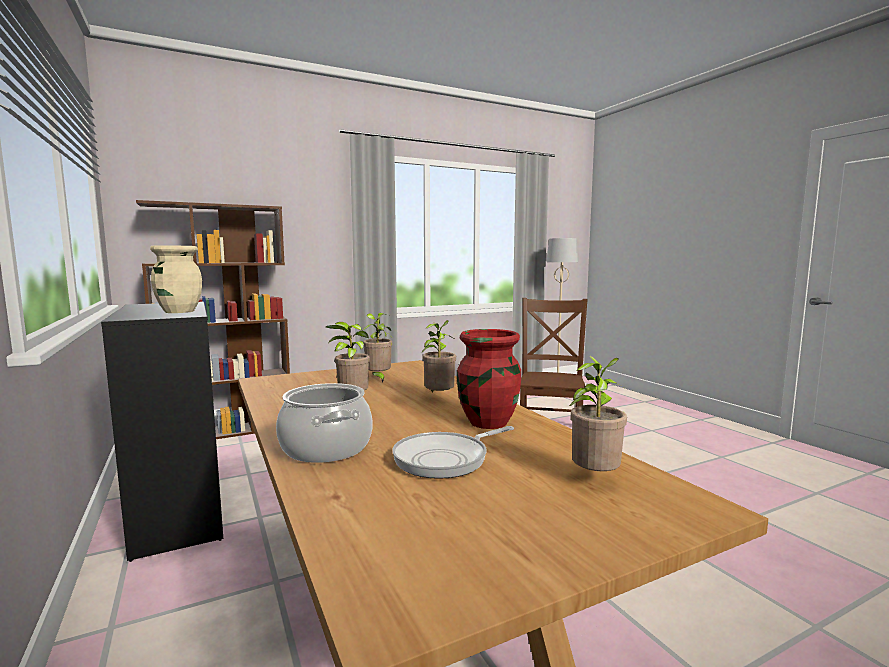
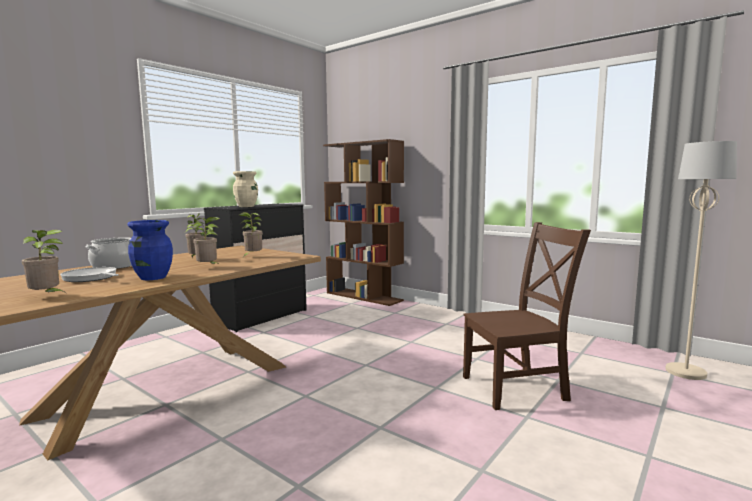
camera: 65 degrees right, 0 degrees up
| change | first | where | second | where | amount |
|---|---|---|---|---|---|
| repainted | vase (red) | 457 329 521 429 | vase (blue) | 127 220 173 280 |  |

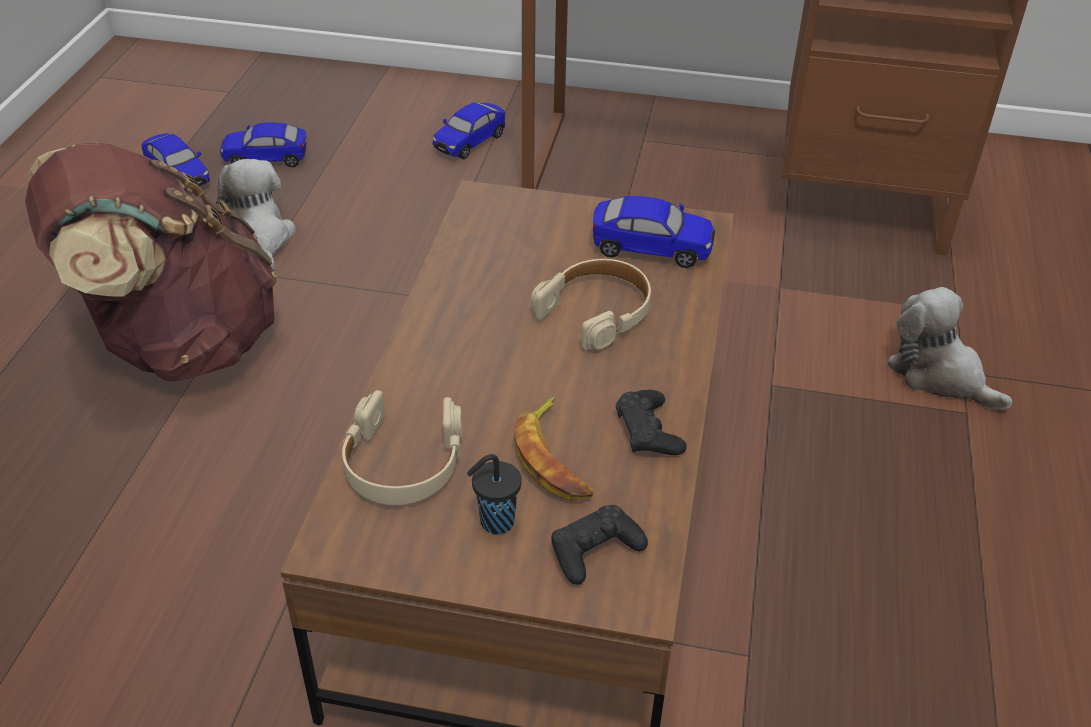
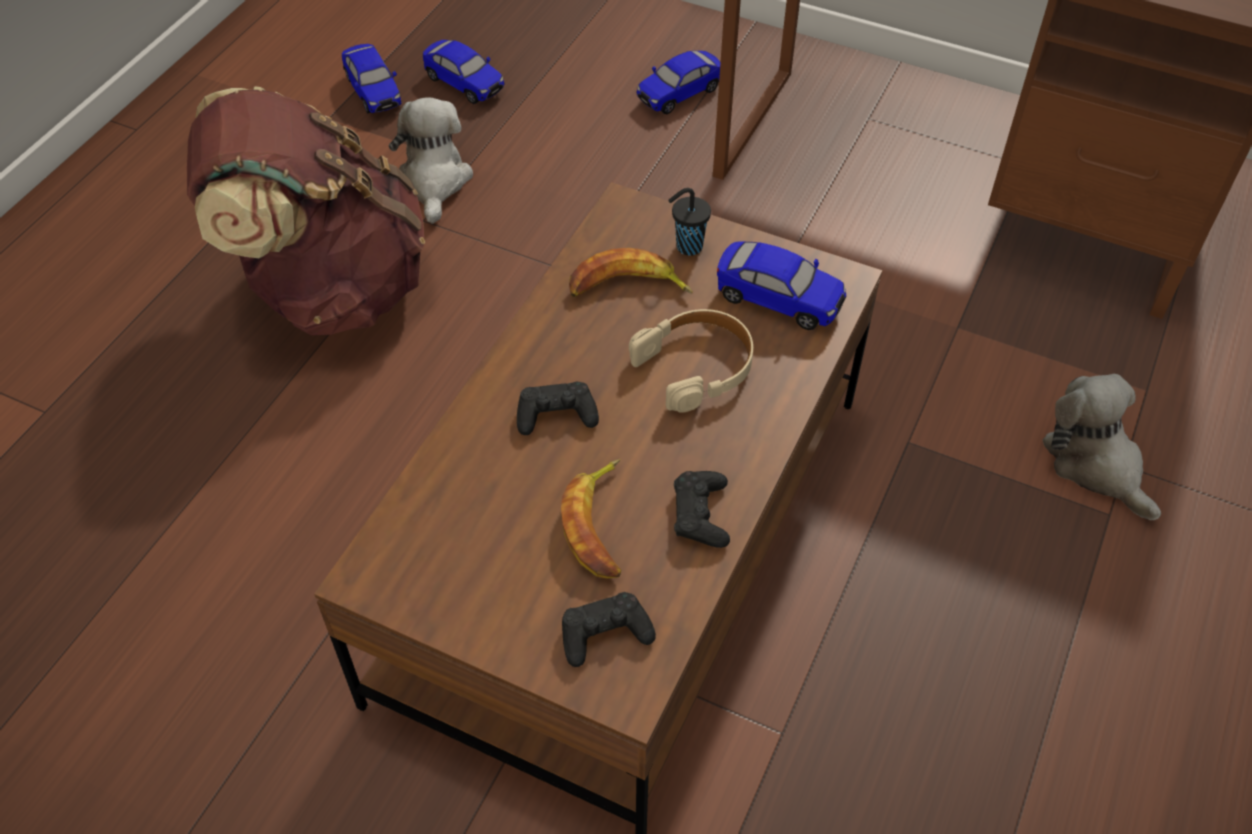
camera: 15 degrees right, 10 degrees up
| change | first | where | second | where | amount |
|---|---|---|---|---|---|
| rotated | toy car | 220 122 307 167 |  | 423 40 504 104 | 150 degrees counterclockwise |
| gone | headphones (beige) | 342 390 461 505 |  |  |  |
| shifted | cup (black) | 467 454 522 534 |  | 668 188 711 255 |  |
| new |  |  | game controller (black) | 517 382 599 435 |  |
| new |  |  | banana | 569 248 693 297 |  |

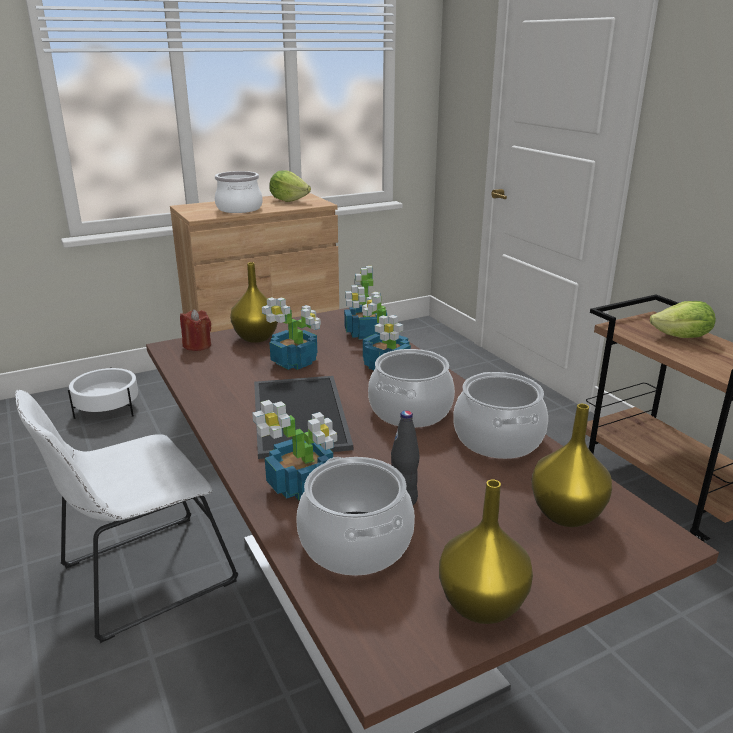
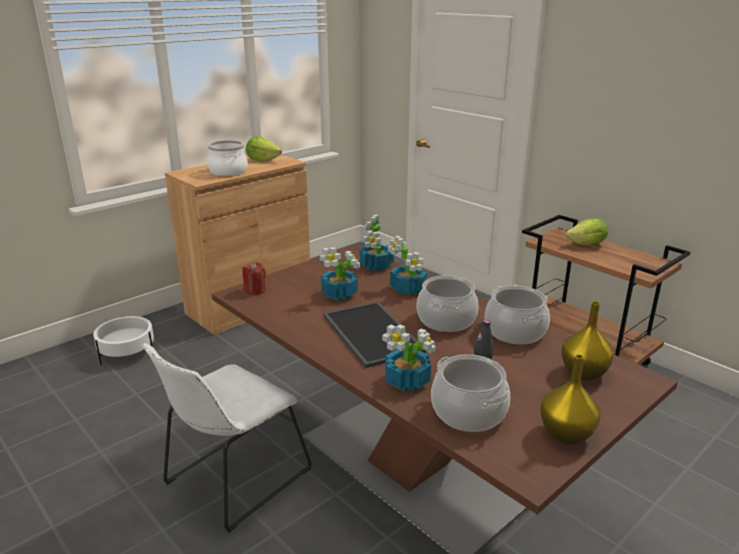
camera: 15 degrees left, 0 degrees up
| change | first | where | second | where | amount |
|---|---|---|---|---|---|
| gone | vase (yellow) | 230 262 278 343 |  |  |  |

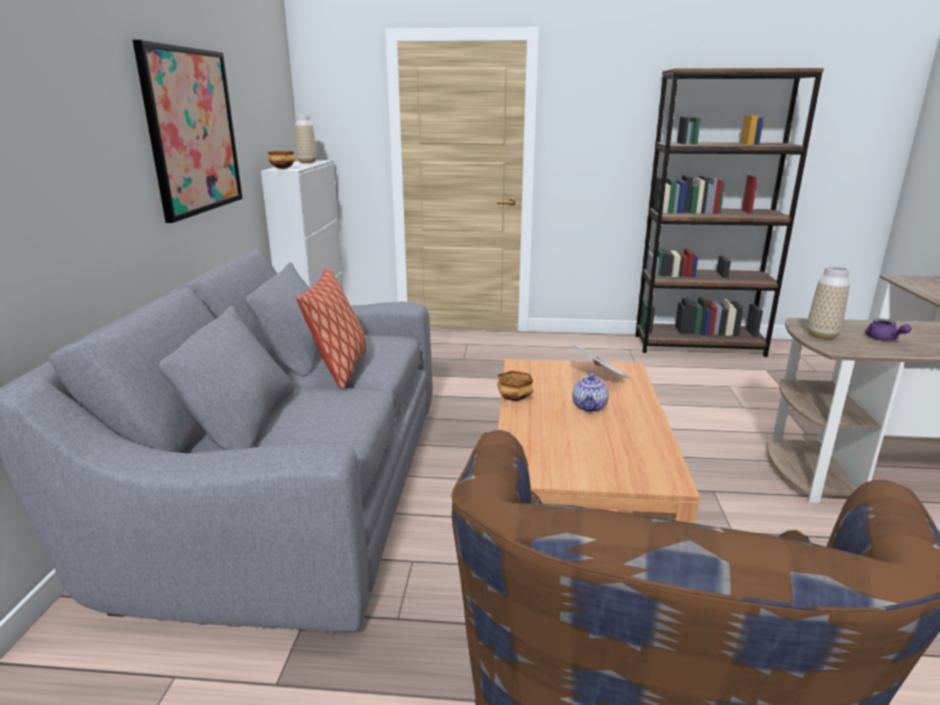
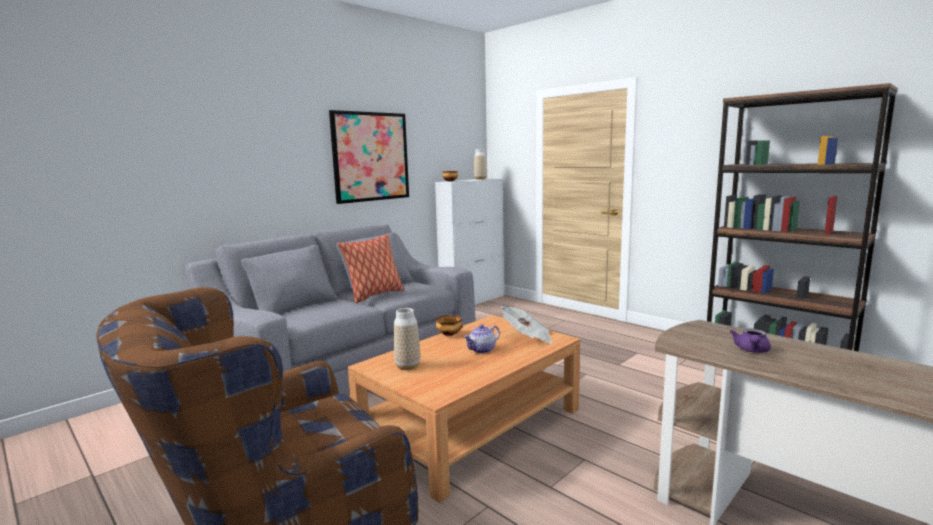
camera: 40 degrees right, 10 degrees down
| change | first | where | second | where | amount |
|---|---|---|---|---|---|
| shifted | vase | 807 266 850 339 |  | 394 308 420 370 |  |

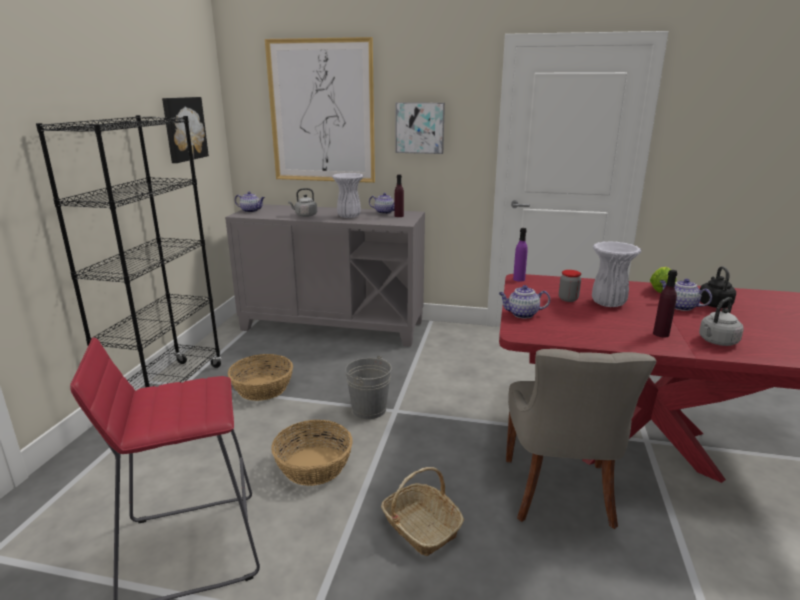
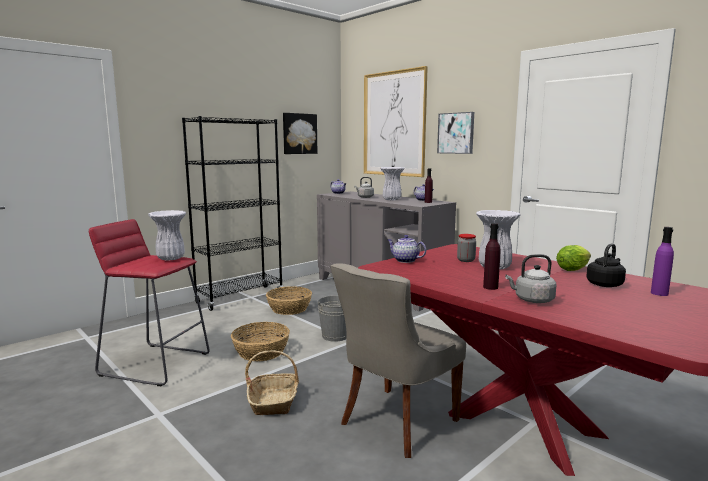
camera: 35 degrees right, 10 degrees down
| change | first | where | second | where | amount |
|---|---|---|---|---|---|
| shifted | bottle (purple) | 513 228 528 282 |  | 651 227 674 296 |  |
| gone | teapot | 660 279 712 311 |  |  |  |
| new |  |  | vase (white) | 148 210 186 261 |  |

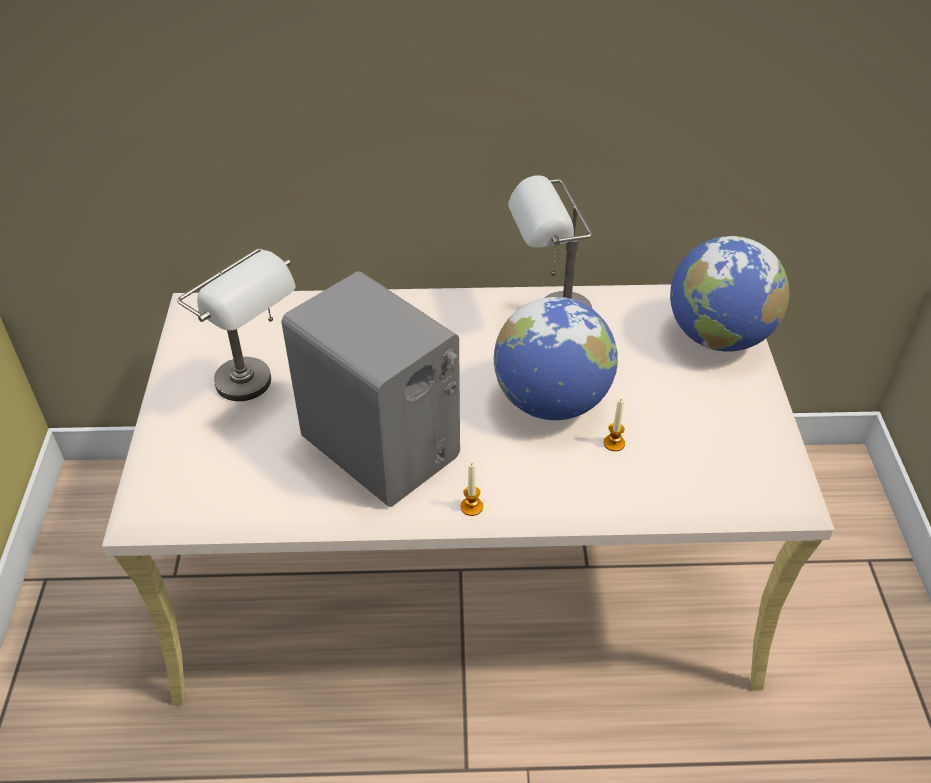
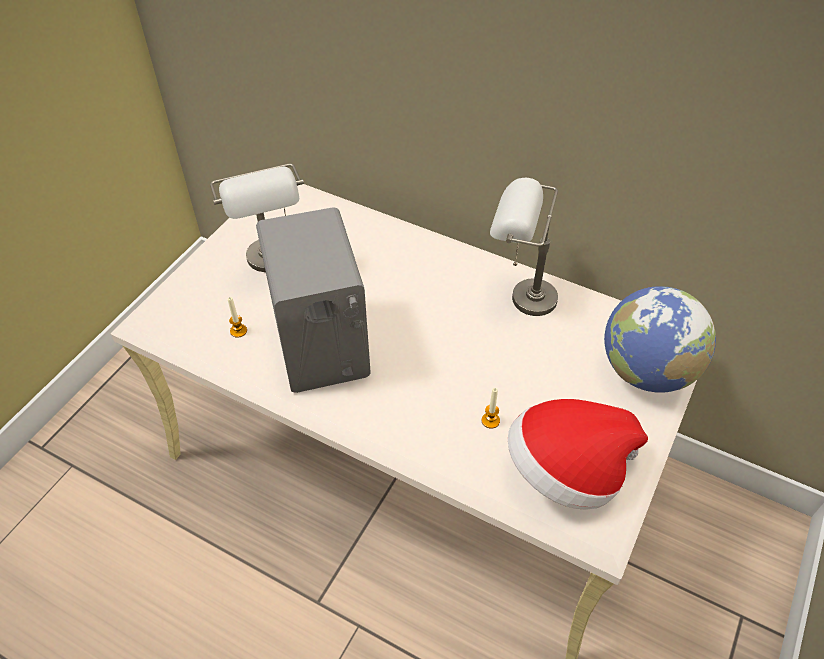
camera: 30 degrees right, 5 degrees up
| change | first | where | second | where | amount |
|---|---|---|---|---|---|
| shifted | candle | 460 462 483 516 |  | 228 297 247 338 |  |
| gone | globe | 494 297 618 420 |  |  |  |
| new |  |  | hat | 508 399 648 510 |  |

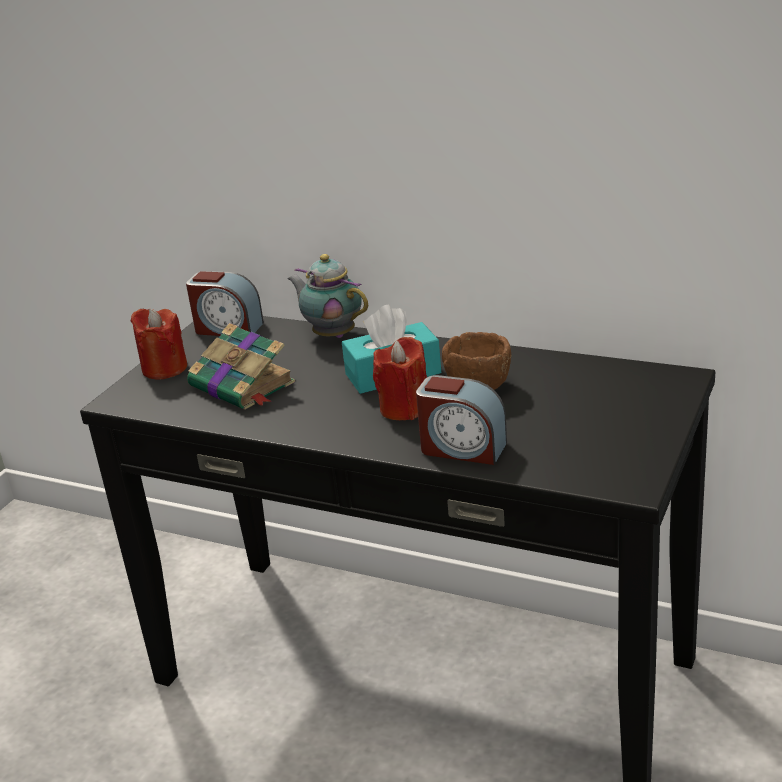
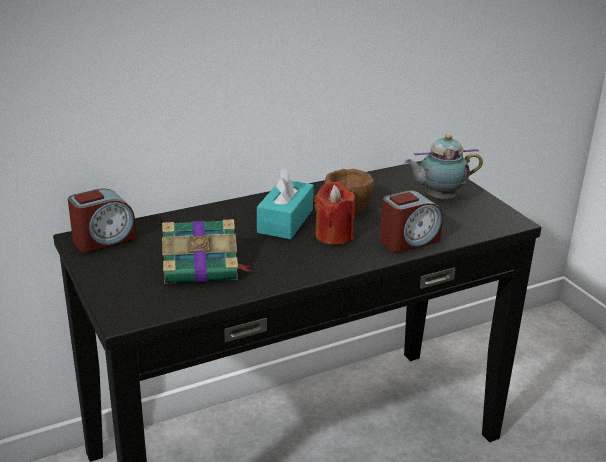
camera: 55 degrees left, 0 degrees up
| change | first | where | second | where | amount |
|---|---|---|---|---|---|
| gone | candle (red) | 131 309 187 379 |  |  |  |
| shifted | teapot | 287 254 368 338 |  | 404 134 483 199 |  |

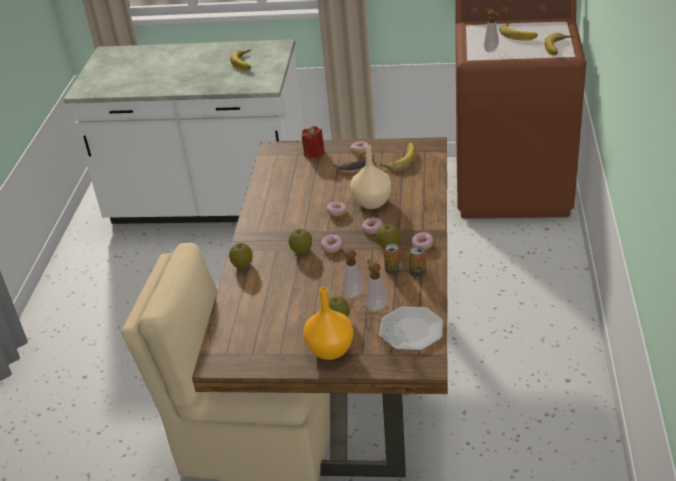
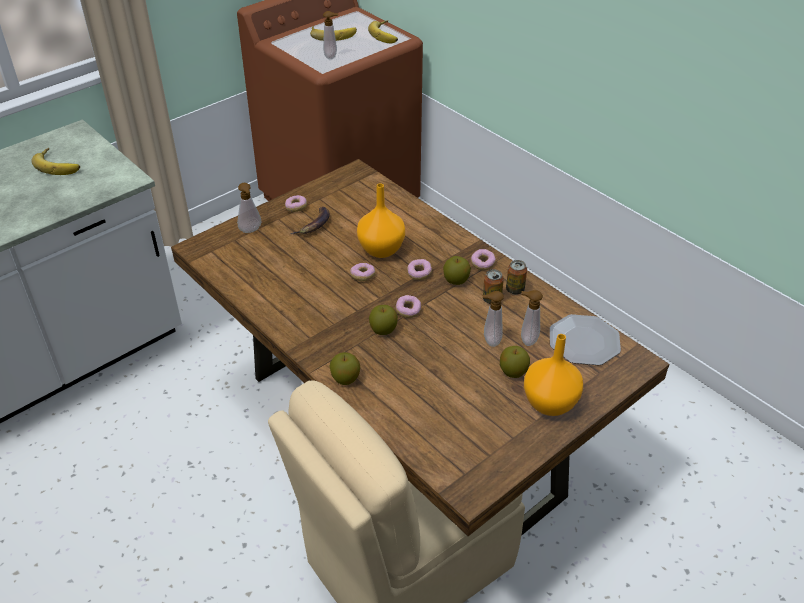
camera: 50 degrees left, 5 degrees up
| change | first | where | second | where | amount |
|---|---|---|---|---|---|
| swapped | candle (red) | 302 126 325 158 | soap dispenser | 237 183 261 233 |  |
| repainted | vase (beige) | 350 145 391 209 | vase (orange) | 357 183 405 258 |  |
| gone | banana | 380 143 416 171 |  |  |  |

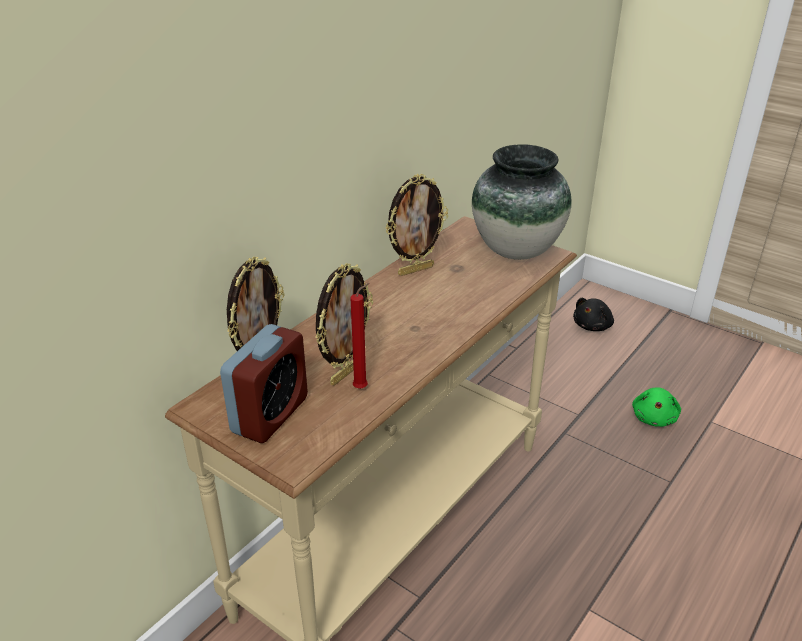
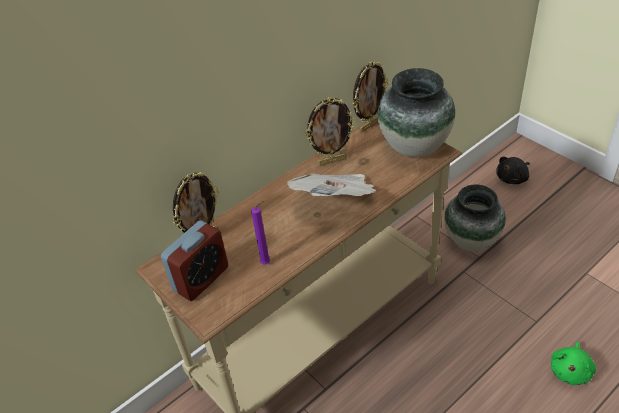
camera: 15 degrees right, 10 degrees up
| change | first | where | second | where | amount |
|---|---|---|---|---|---|
| shifted | picture frame | 315 263 373 386 |  | 352 61 388 132 |  |
| repainted | candle (red) | 350 283 369 389 | candle (purple) | 251 201 270 264 |  |
| shifted | plush toy (green) | 632 387 681 427 |  | 551 341 596 385 |  |
| new |  |  | newspaper | 287 173 377 196 |  |
| new |  |  | vase | 444 184 506 252 |  |

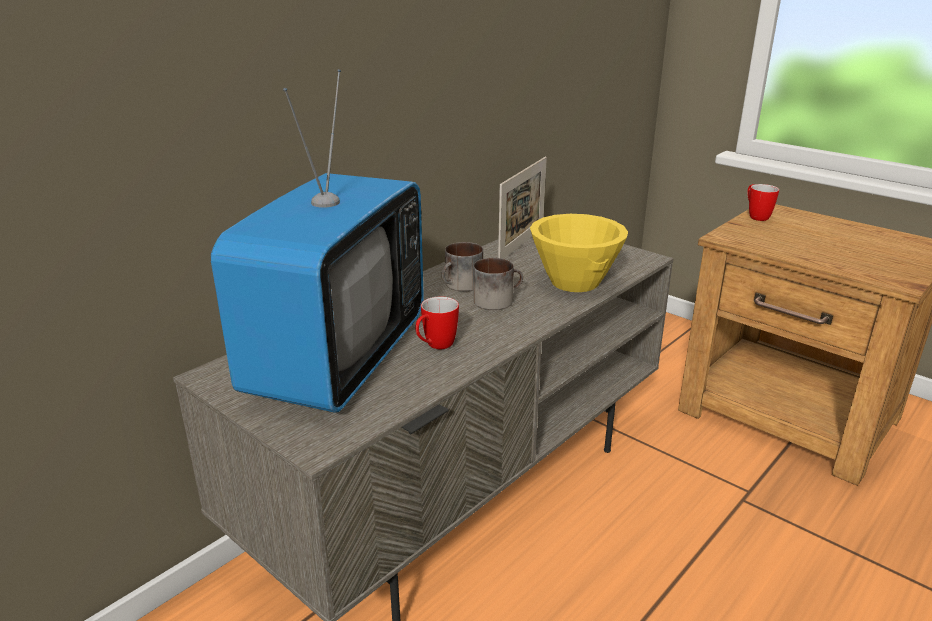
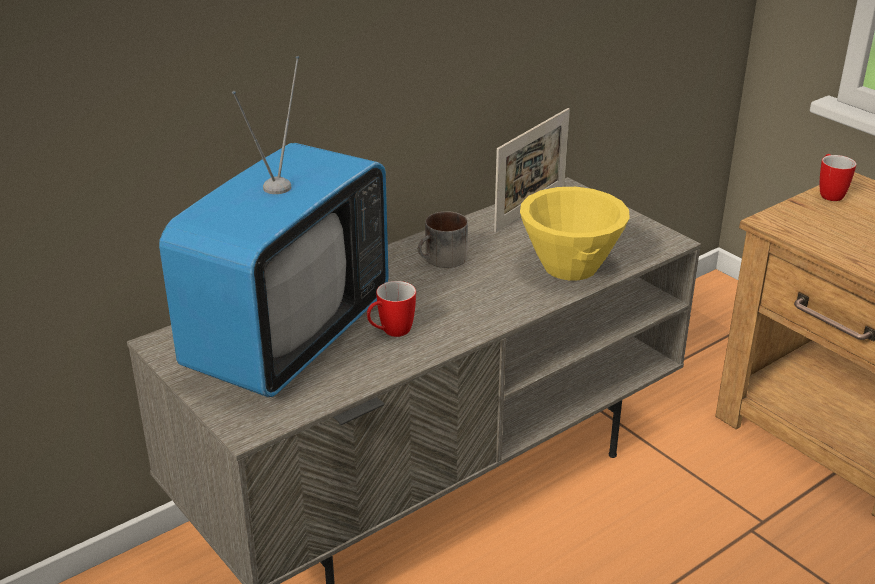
camera: 10 degrees right, 5 degrees up
| change | first | where | second | where | amount |
|---|---|---|---|---|---|
| gone | mug | 473 258 523 310 |  |  |  |

